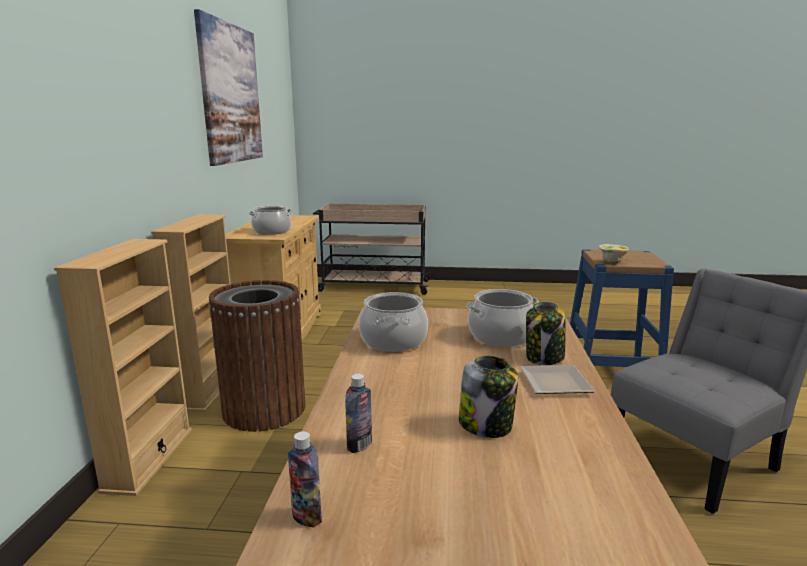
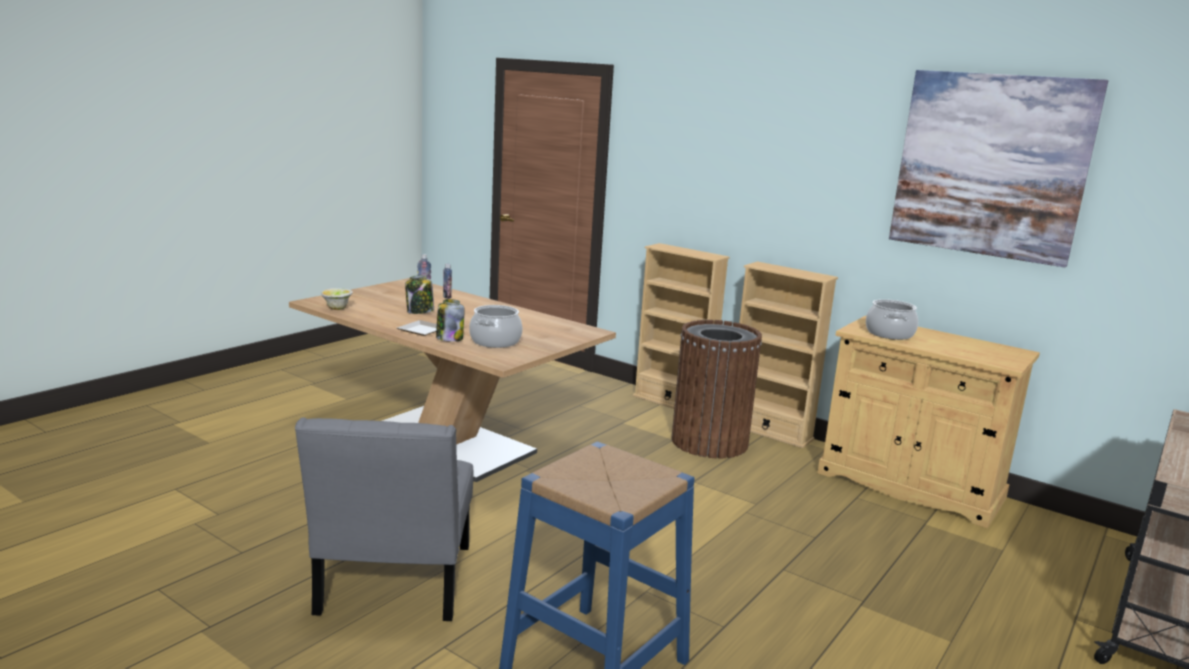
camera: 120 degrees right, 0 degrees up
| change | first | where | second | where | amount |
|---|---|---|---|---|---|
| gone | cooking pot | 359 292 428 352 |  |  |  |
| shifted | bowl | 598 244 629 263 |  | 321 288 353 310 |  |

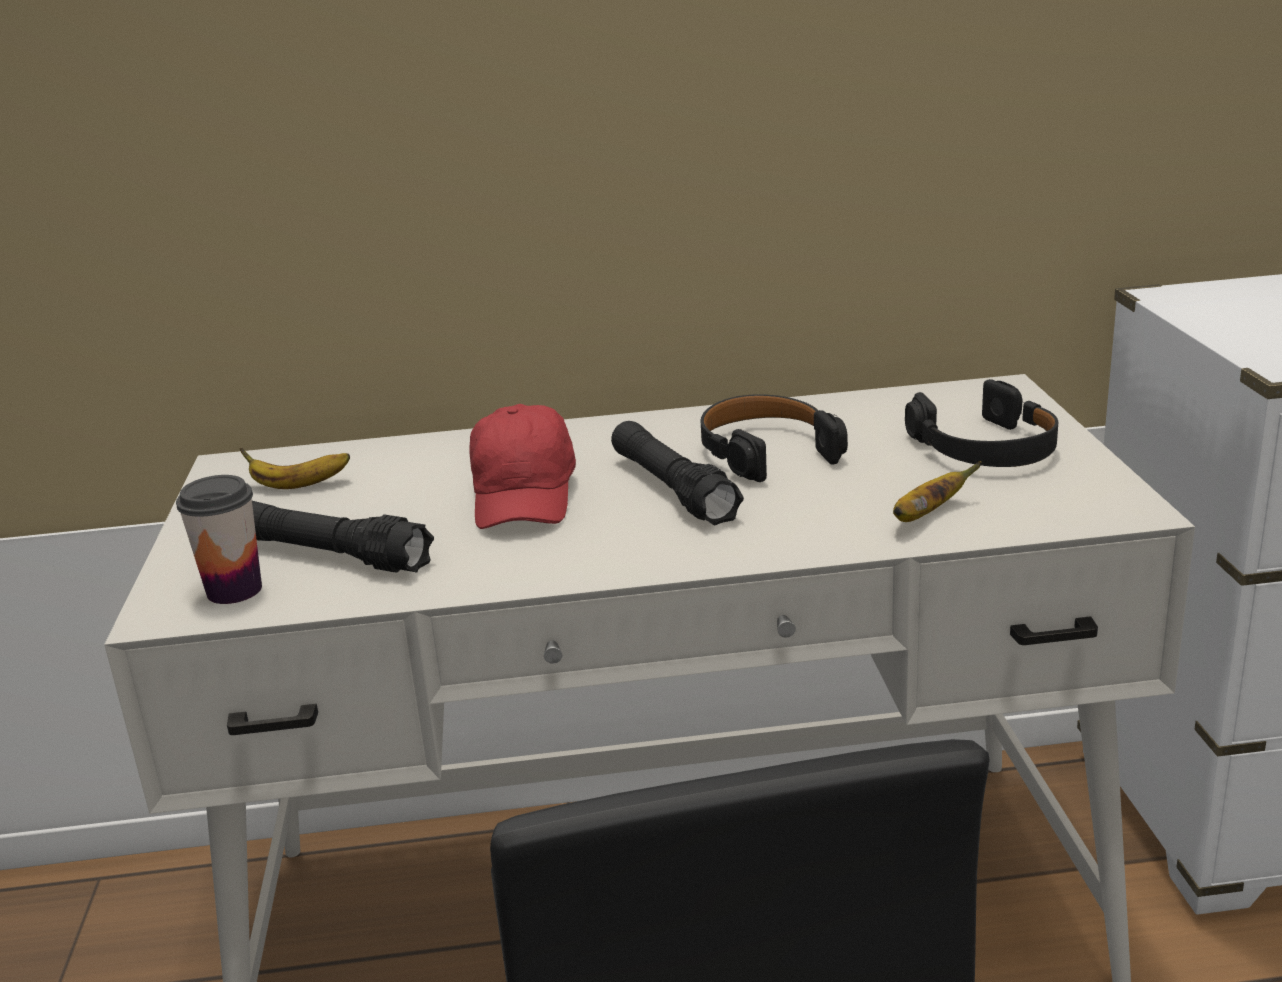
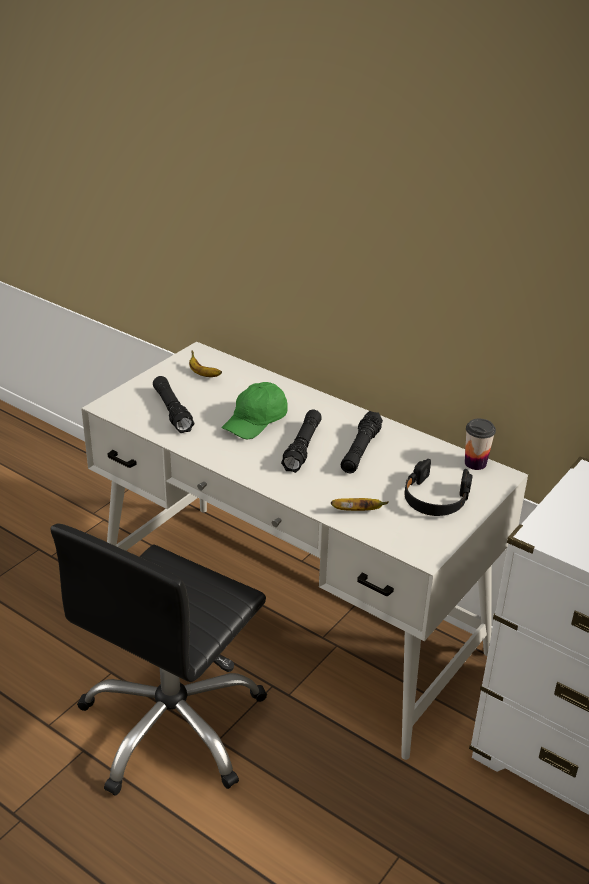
camera: 40 degrees right, 10 degrees up
| change | first | where | second | where | amount |
|---|---|---|---|---|---|
| shifted | cup | 176 475 262 604 |  | 465 419 496 470 |  |
| repainted | cap (red) | 470 404 576 529 | cap (green) | 221 382 288 440 |  |
| swapped | headphones (black) | 701 394 848 482 | flashlight (black) | 341 411 383 473 |  |

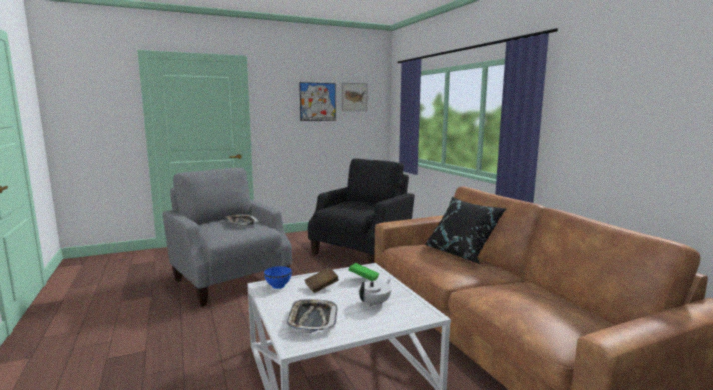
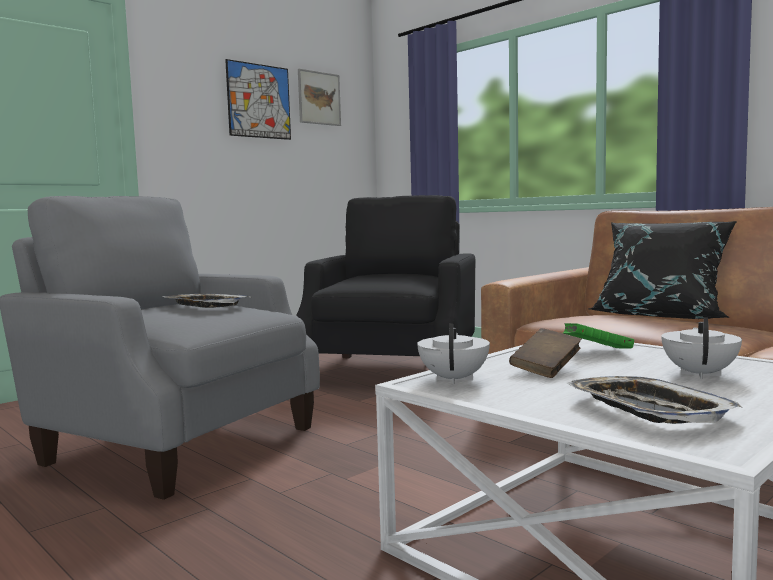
camera: 20 degrees left, 5 degrees down
| change | first | where | second | where | amount |
|---|---|---|---|---|---|
| swapped | bowl (blue) | 264 266 292 289 | teapot (white) | 417 324 490 384 |  |

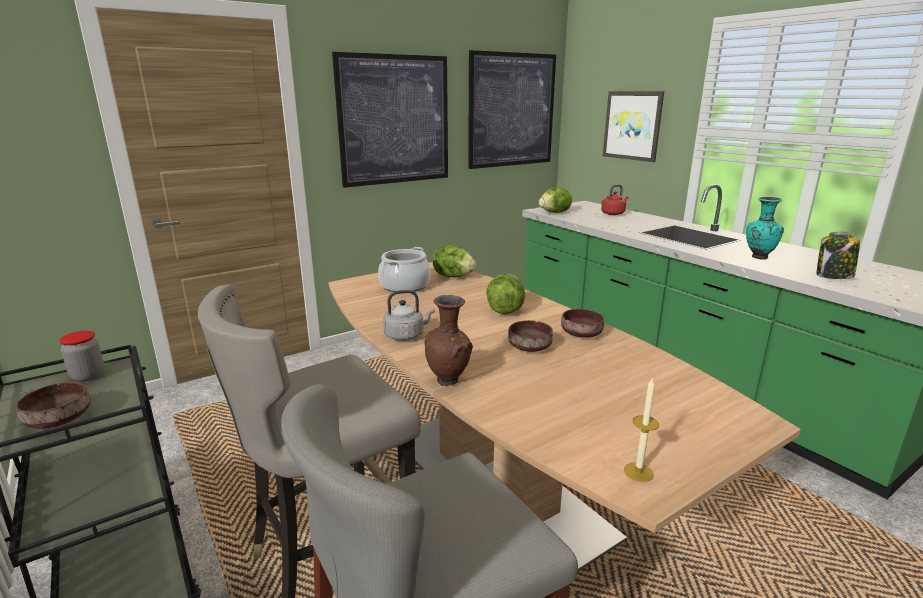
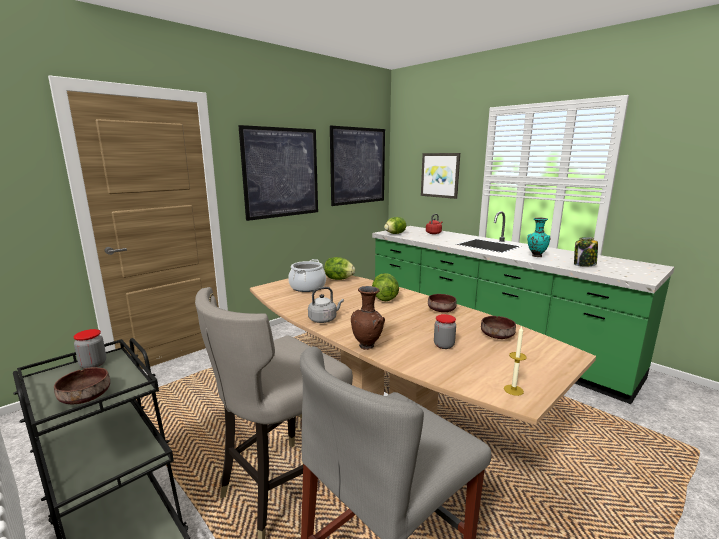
camera: 10 degrees left, 5 degrees down
| change | first | where | second | where | amount |
|---|---|---|---|---|---|
| shifted | bowl (brown) | 508 320 553 352 |  | 481 316 516 339 |  |
| new |  |  | jar | 434 314 456 349 |  |

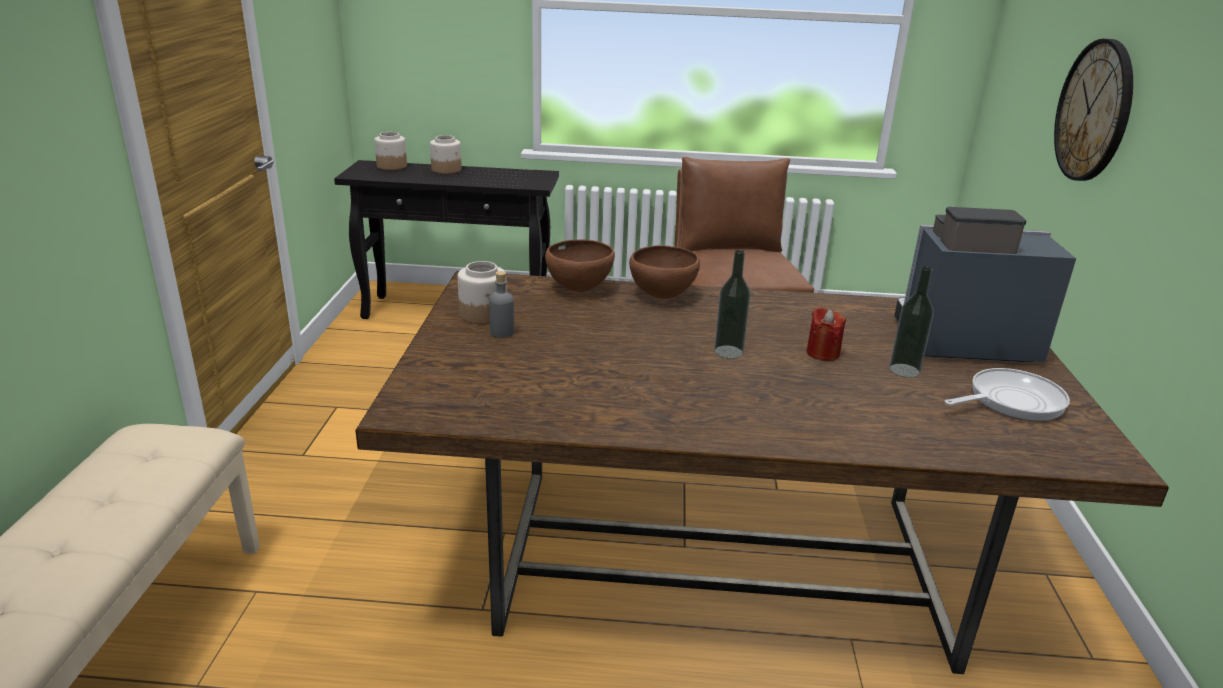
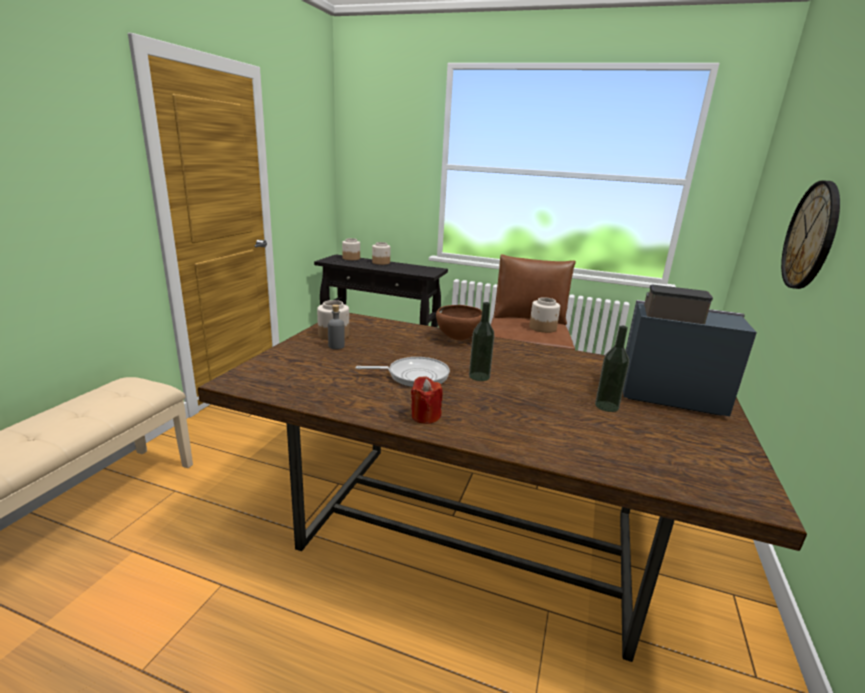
camera: 15 degrees right, 5 degrees down
| change | first | where | second | where | amount |
|---|---|---|---|---|---|
| gone | bowl (brown) | 545 240 615 292 |  |  |  |
| shifted | candle (red) | 806 307 846 361 |  | 411 376 443 424 |  |
| shifted | frying pan | 945 368 1070 421 |  | 356 357 450 387 |  |
| new |  |  | jar | 529 297 560 333 |  |

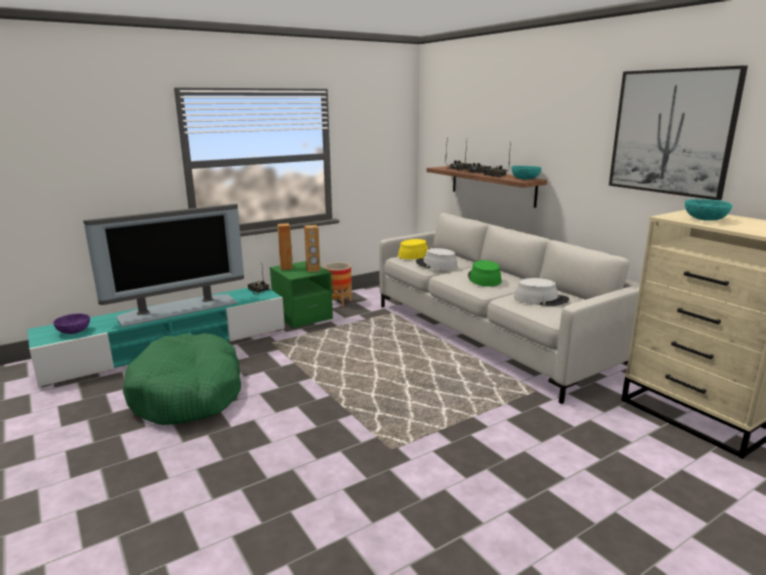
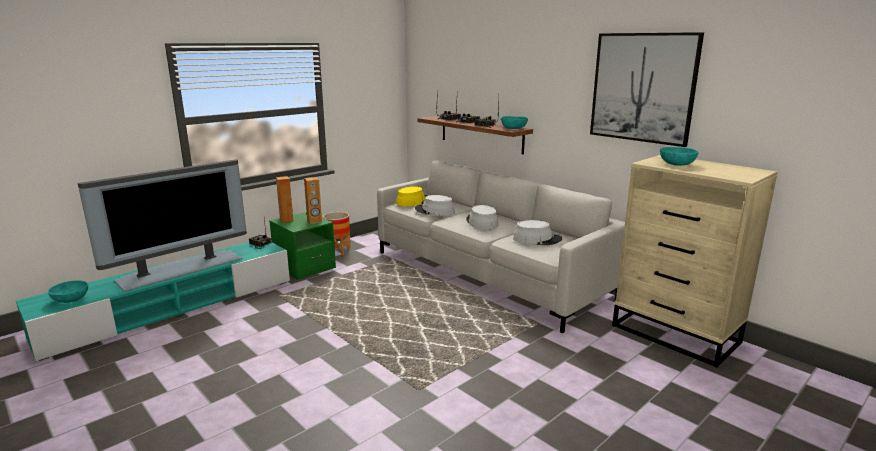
camera: 10 degrees left, 0 degrees up
| change | first | where | second | where | amount |
|---|---|---|---|---|---|
| repainted | bowl (purple) | 53 314 90 334 | bowl (turquoise) | 48 280 88 303 |  |
| gone | dog bed (green) | 123 333 241 425 |  |  |  |
| repainted | hat (green) | 468 260 502 287 | hat (grey) | 466 205 498 230 |  |

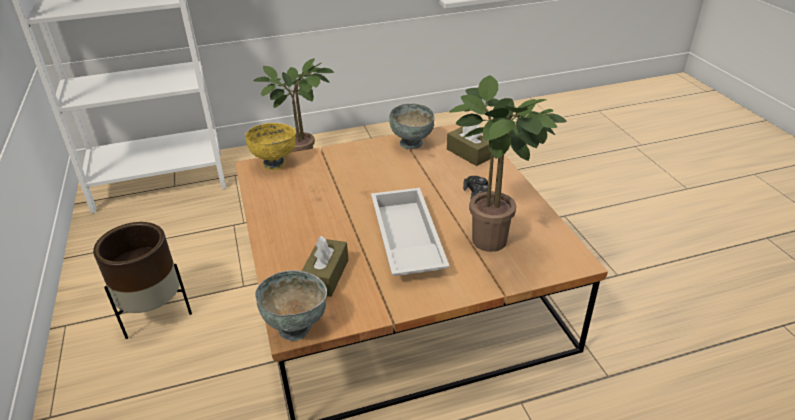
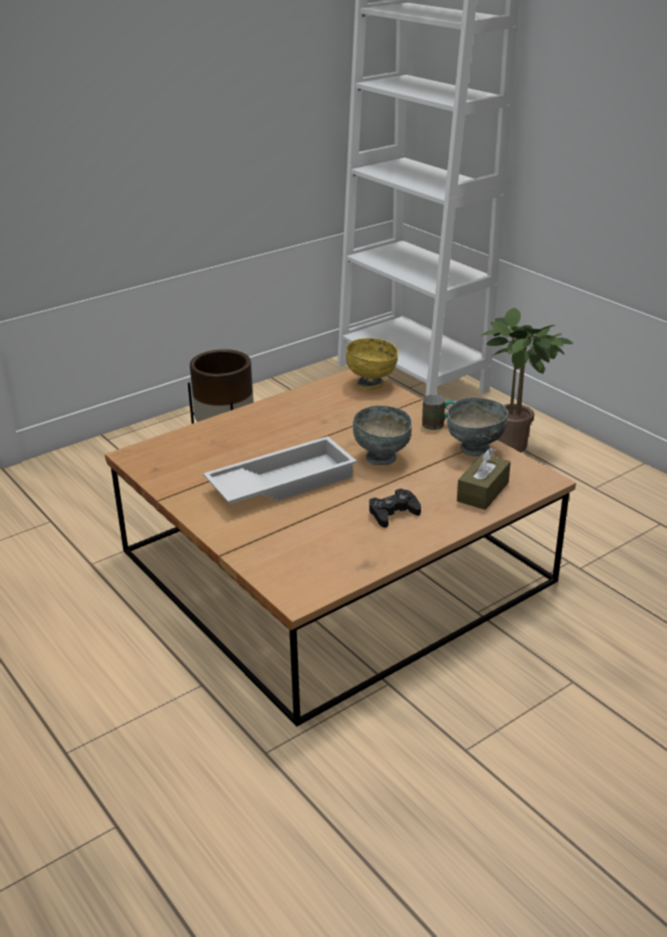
camera: 70 degrees right, 5 degrees down
| change | first | where | second | where | amount |
|---|---|---|---|---|---|
| shifted | bowl (grey) | 255 270 327 341 |  | 353 405 412 465 |  |
| gone | tissue box (brown) | 302 236 348 297 |  |  |  |
| gone | potted plant | 449 75 567 252 |  |  |  |
| new |  |  | mug | 422 395 455 430 |  |

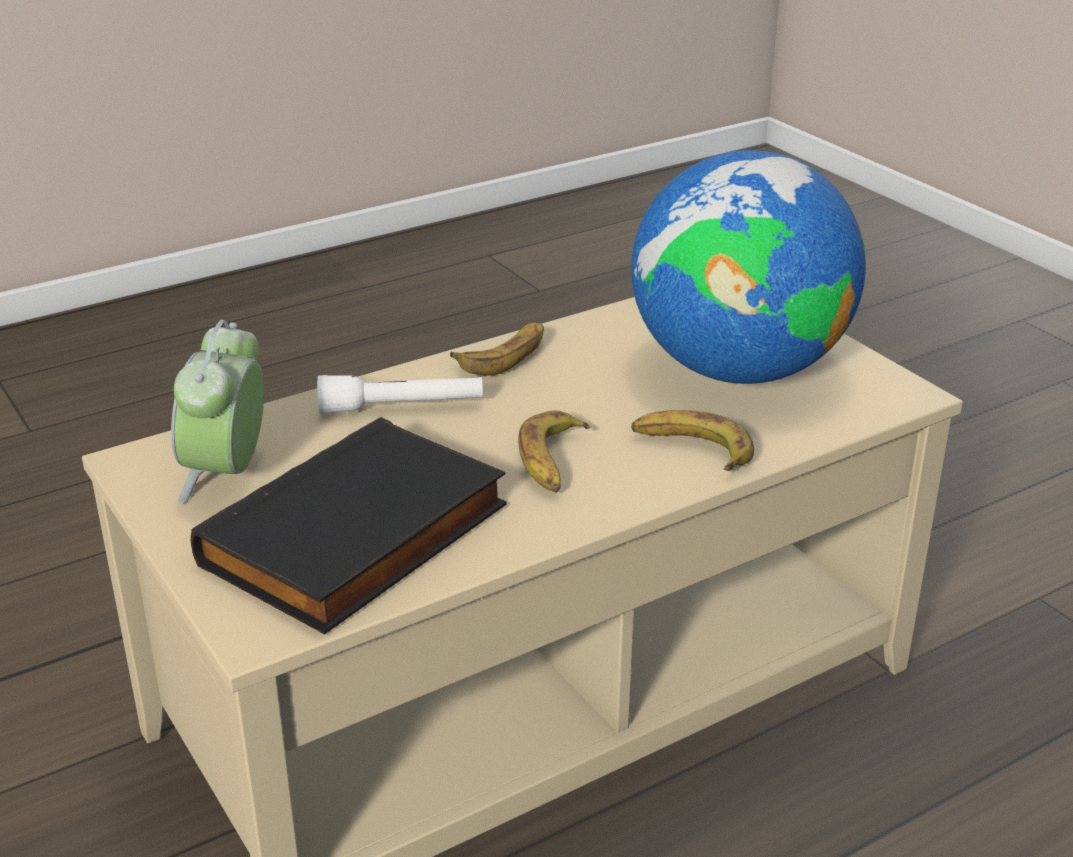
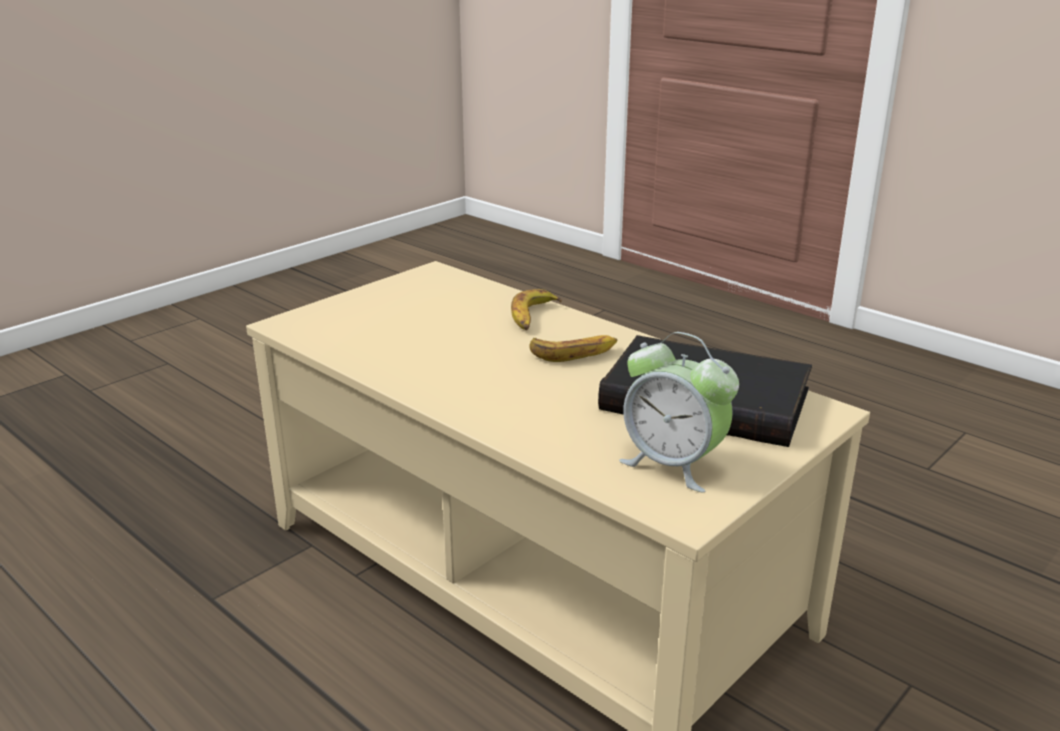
camera: 105 degrees left, 5 degrees down
| change | first | where | second | where | amount |
|---|---|---|---|---|---|
| rotated | alarm clock | 171 320 264 504 |  | 619 332 739 492 | 45 degrees clockwise |
| gone | flashlight (white) | 317 375 483 414 |  |  |  |
| gone | banana | 450 323 544 376 |  |  |  |
| gone | globe | 631 150 866 384 |  |  |  |

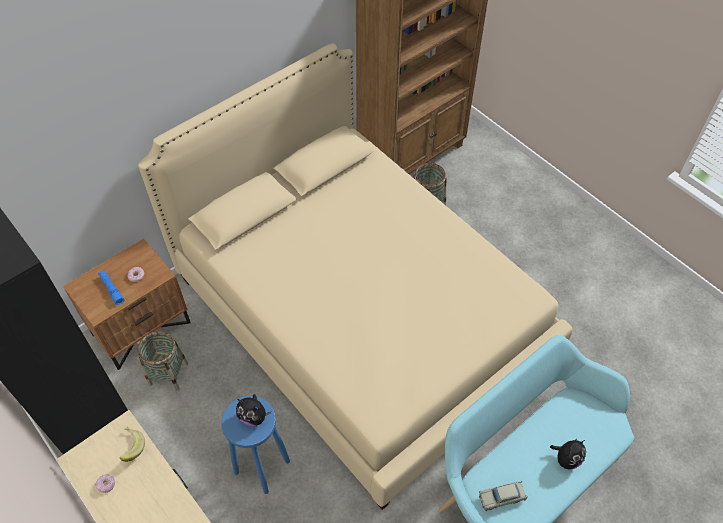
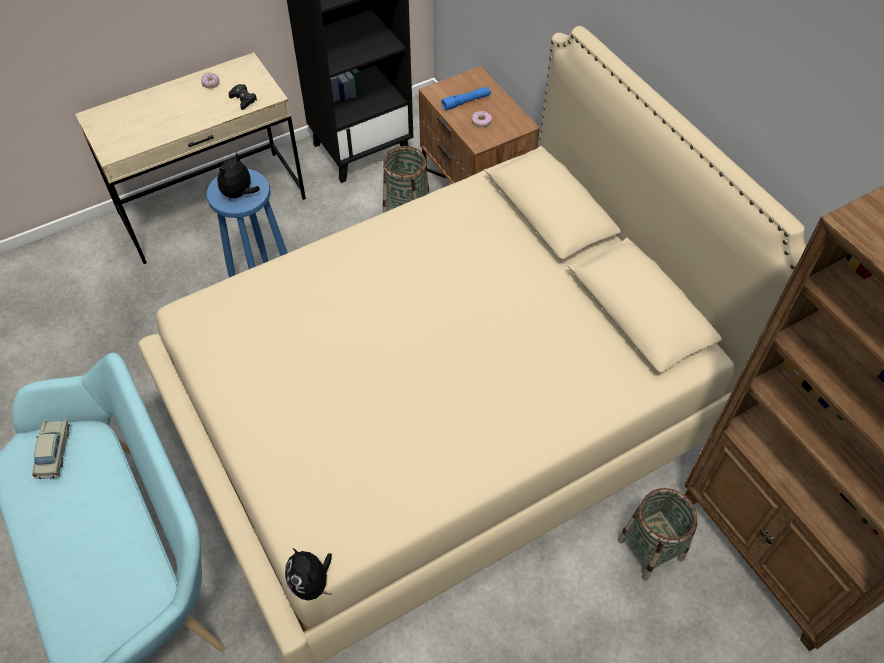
camera: 100 degrees right, 0 degrees up
| change | first | where | second | where | amount |
|---|---|---|---|---|---|
| swapped | banana | 120 426 145 462 | game controller (black) | 229 84 257 110 |  |
| shifted | plush toy | 550 439 586 470 |  | 285 548 332 601 |  |

